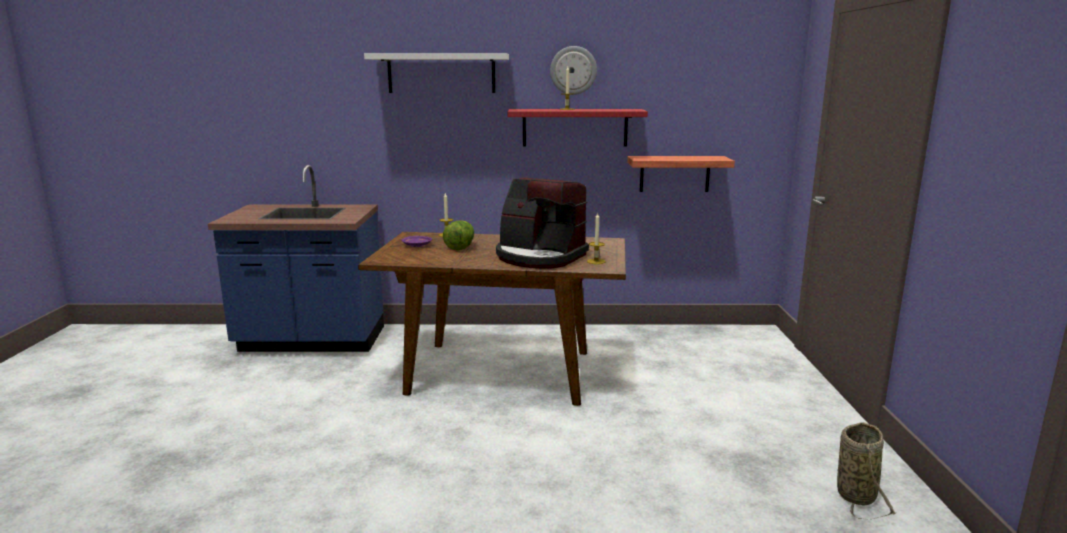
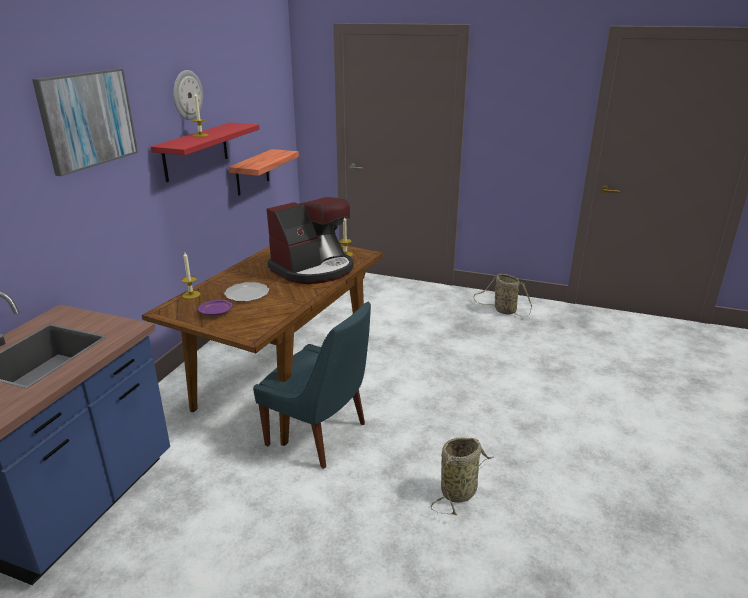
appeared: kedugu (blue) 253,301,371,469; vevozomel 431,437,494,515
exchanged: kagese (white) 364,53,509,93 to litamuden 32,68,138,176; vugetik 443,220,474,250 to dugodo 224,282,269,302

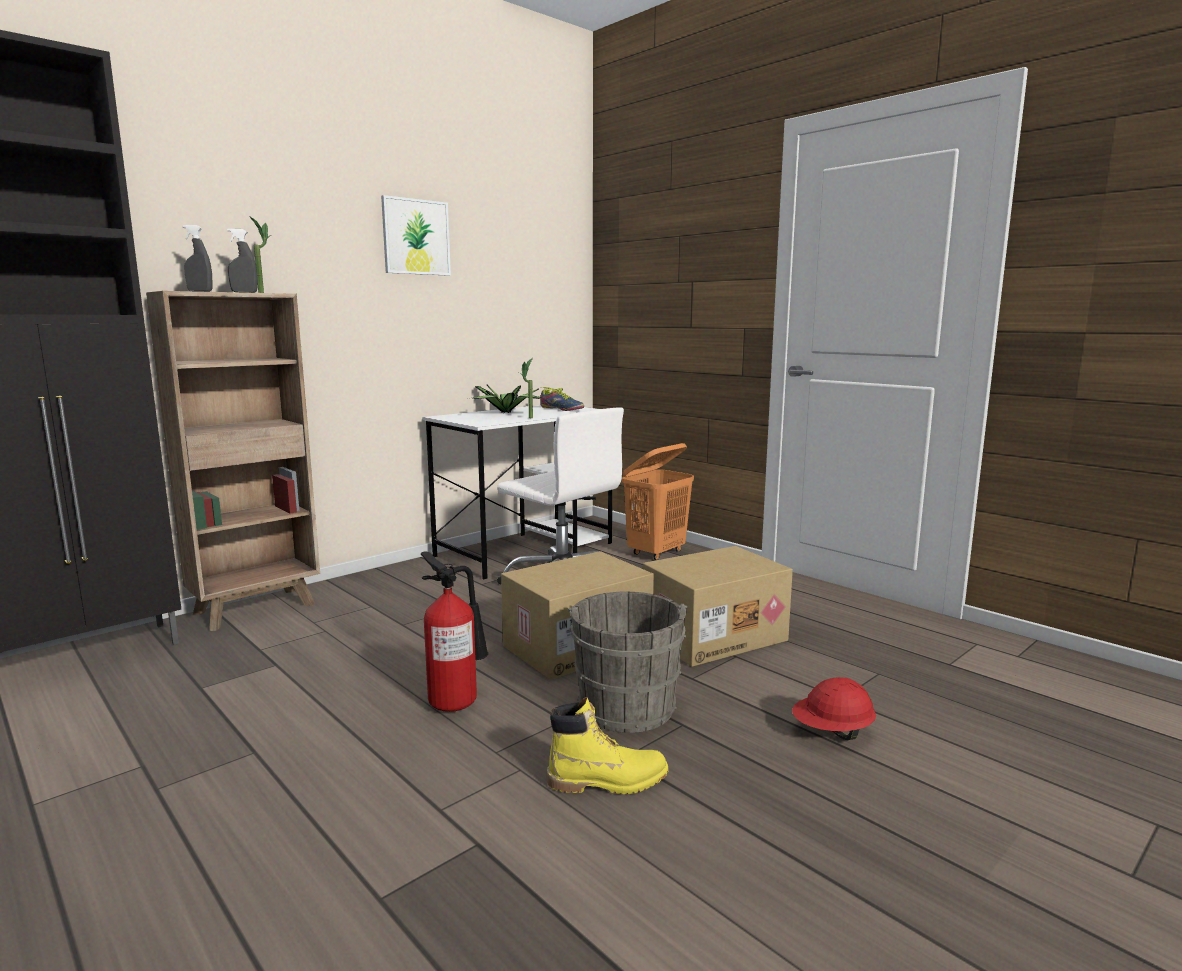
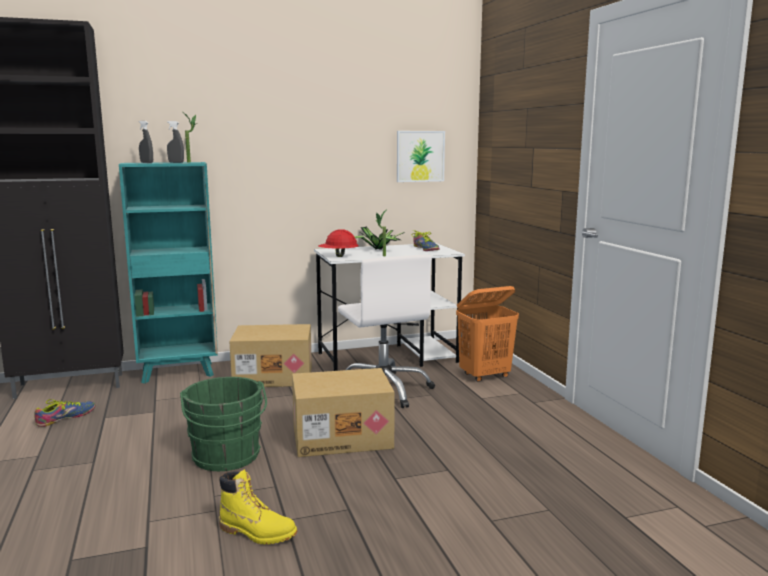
missing: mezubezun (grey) 568,592,687,733
appeared: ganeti 34,399,95,427
relocated: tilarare 643,546,793,667 to 229,324,312,387; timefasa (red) 792,677,876,740 to 318,229,359,257; litamuden 381,195,451,276 to 397,131,445,182
exchanged: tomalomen 421,552,488,712 to mezubezun (green) 180,377,267,471
colour: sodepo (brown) 146,291,320,631 to sodepo (turquoise) 119,162,218,384

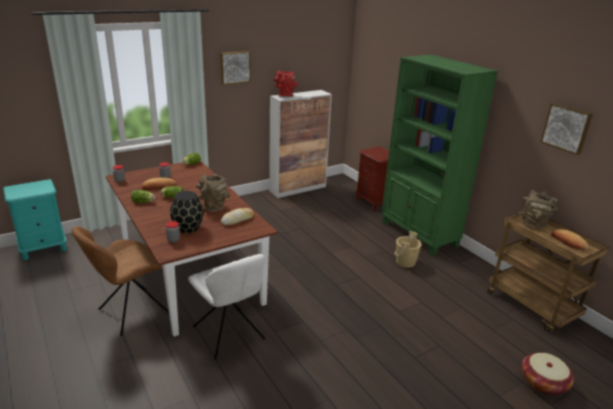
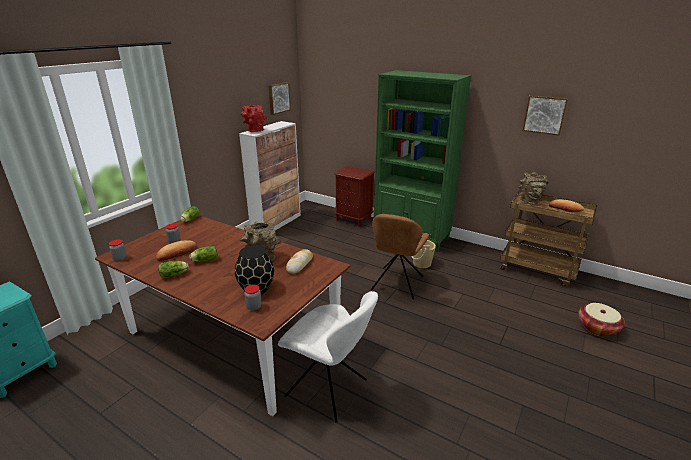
relocated: litamuden 220,51,251,85 to 268,82,291,115; kedugu (brown) 71,227,169,336 to 371,214,429,300

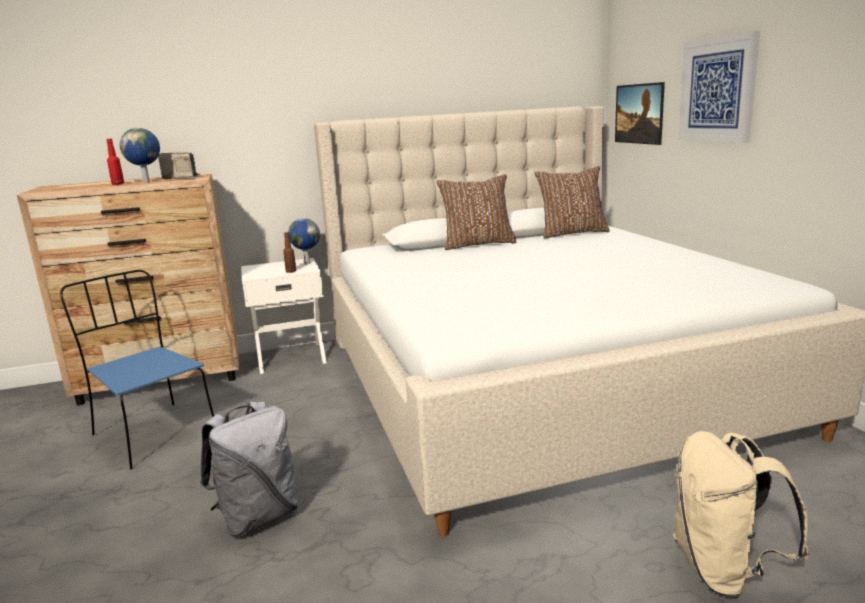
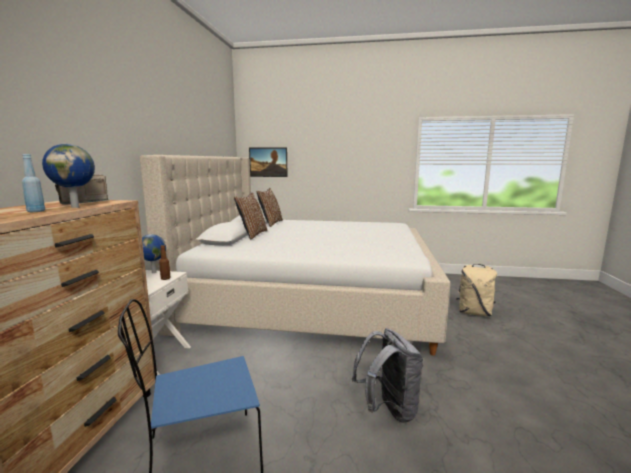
missing: litamuden 678,31,760,143
colour: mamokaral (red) 106,139,124,185 to mamokaral (blue) 22,154,45,212

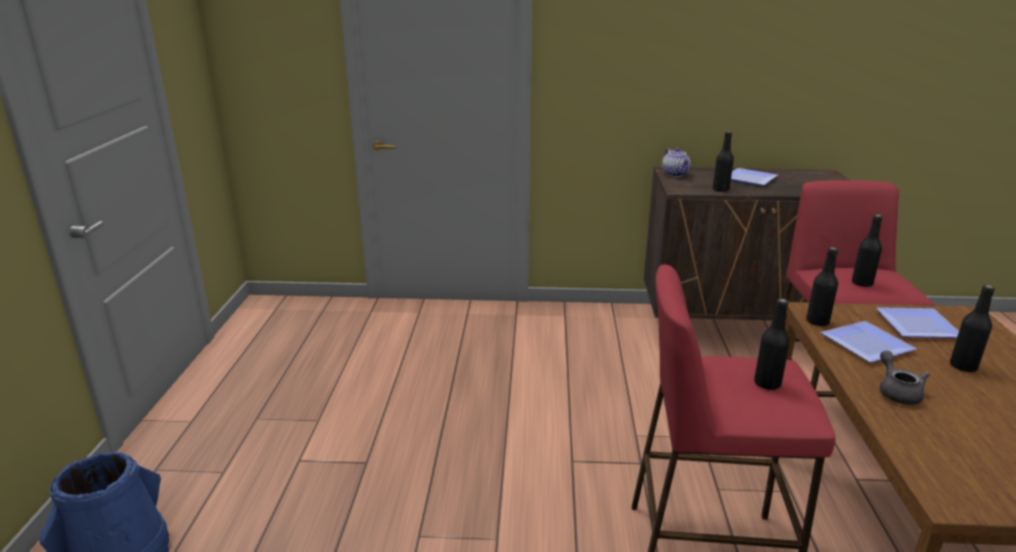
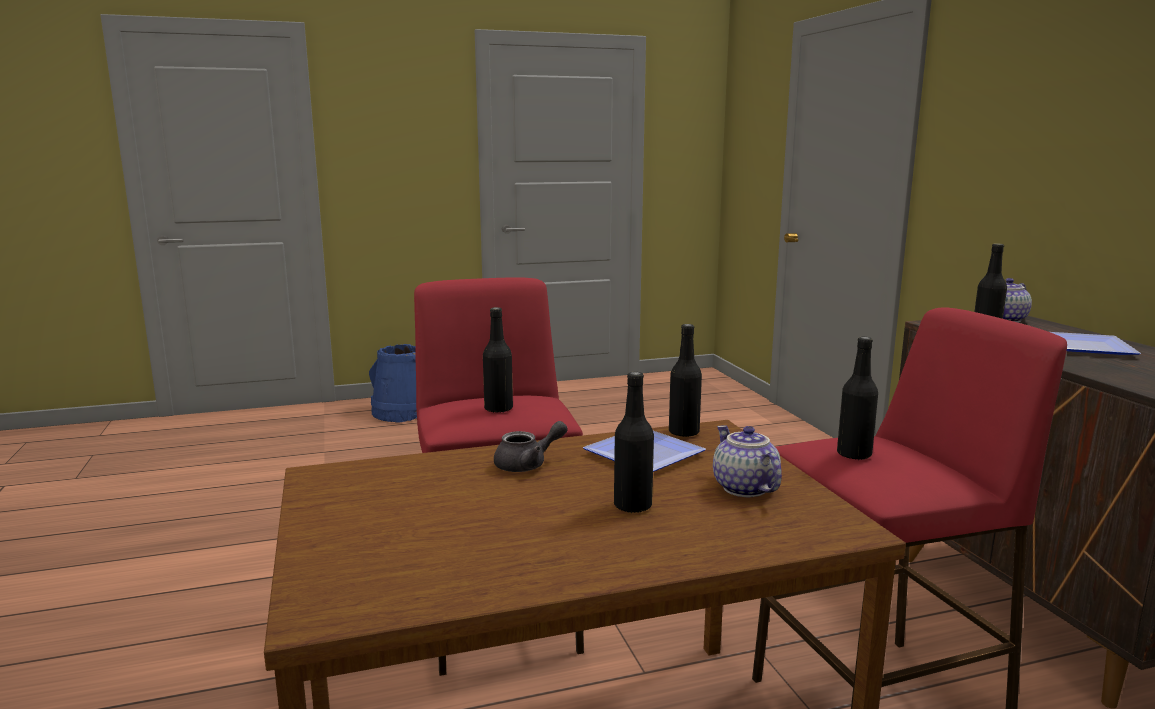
exchanged: dugodo 876,307,959,338 to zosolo 713,425,782,497

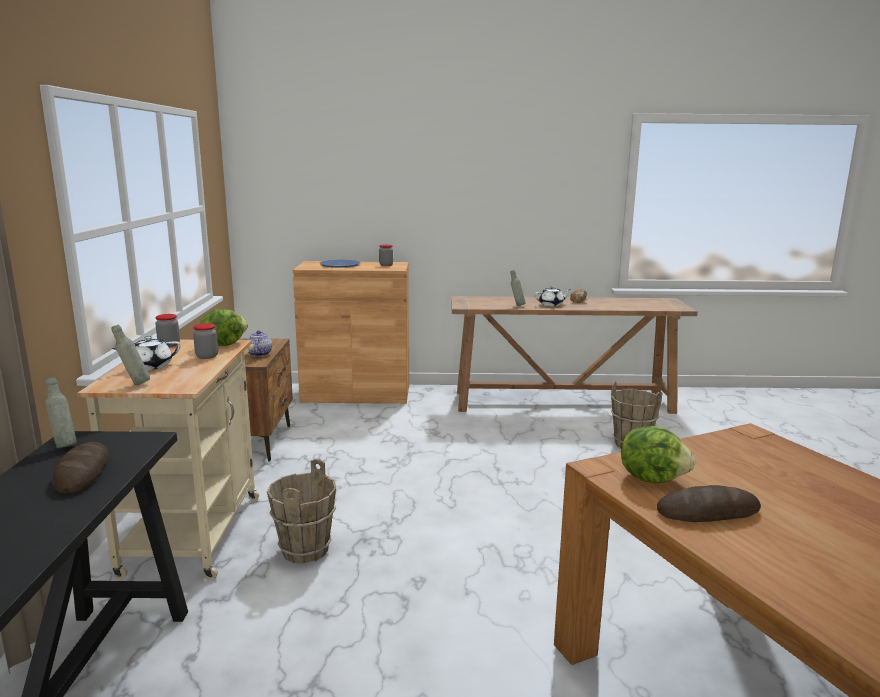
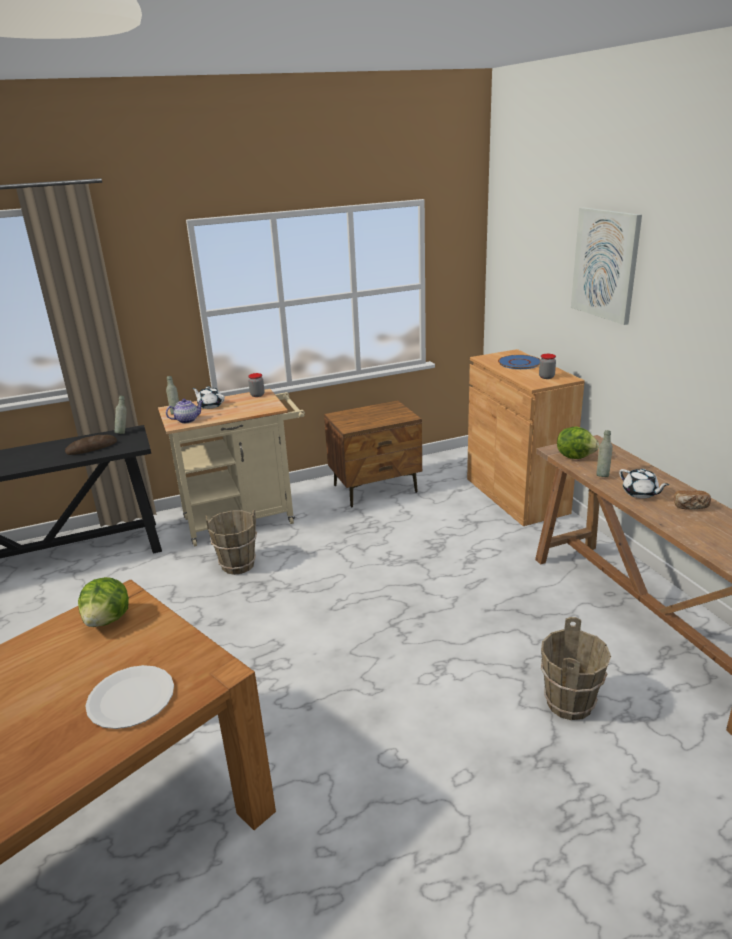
missing: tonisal 193,323,218,359; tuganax 657,485,761,522
appeared: dugodo (white) 86,665,174,729; litamuden 571,207,642,325
relocated: zosolo 247,330,272,357 to 166,399,203,424; vugetik 200,309,248,346 to 557,426,599,459

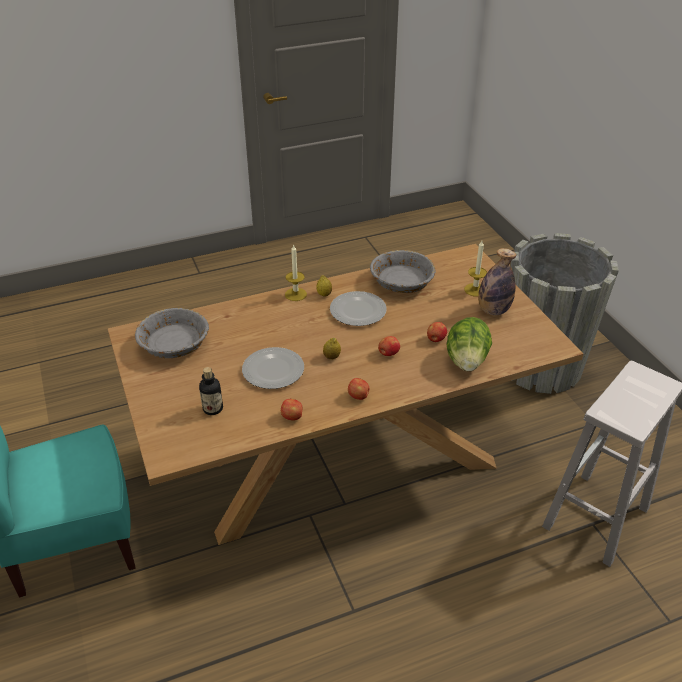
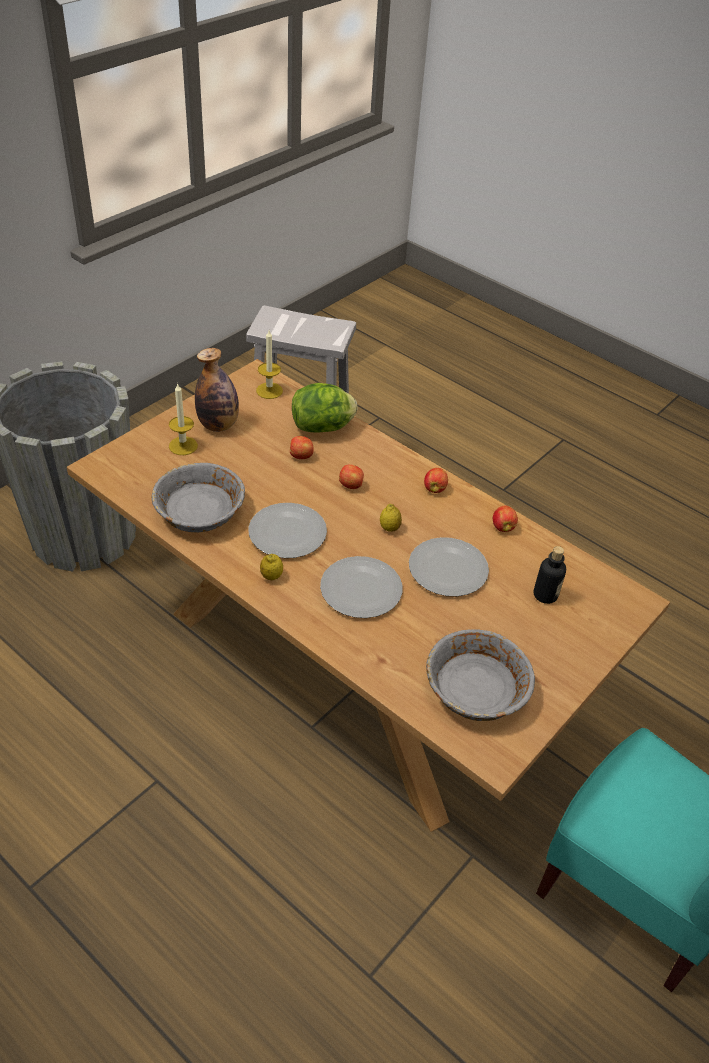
appeared: dugodo 320,556,403,618
relocated: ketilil 285,244,307,301 to 256,330,283,399

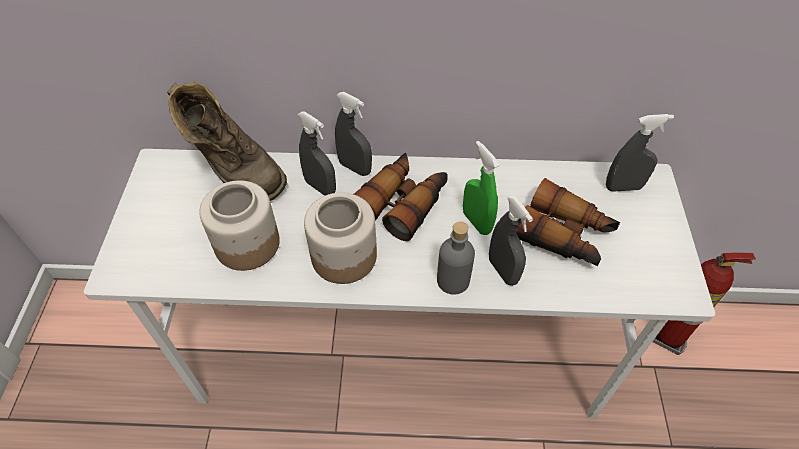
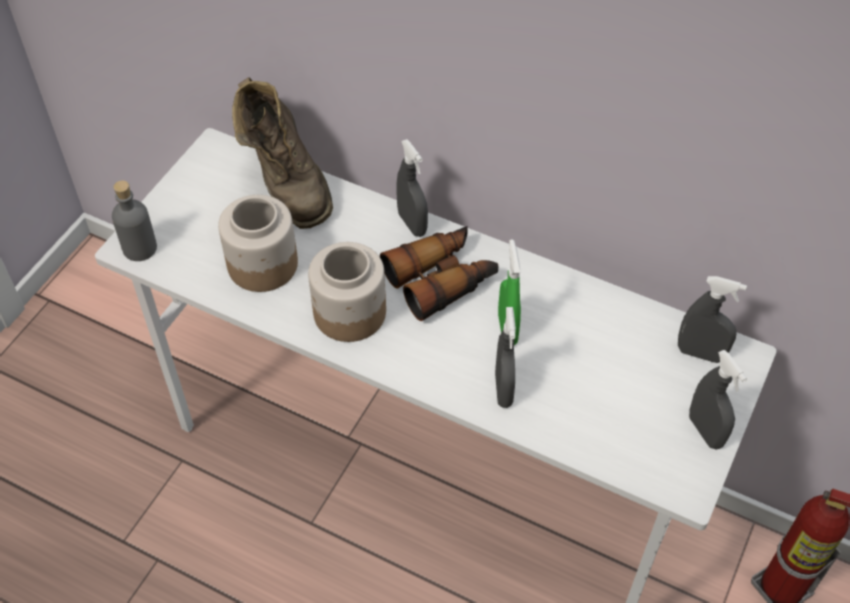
missing: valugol 516,178,620,266
relocated: mamokaral (grey) 437,221,475,295 to 112,181,157,261; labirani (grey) 298,112,336,196 to 689,350,747,449

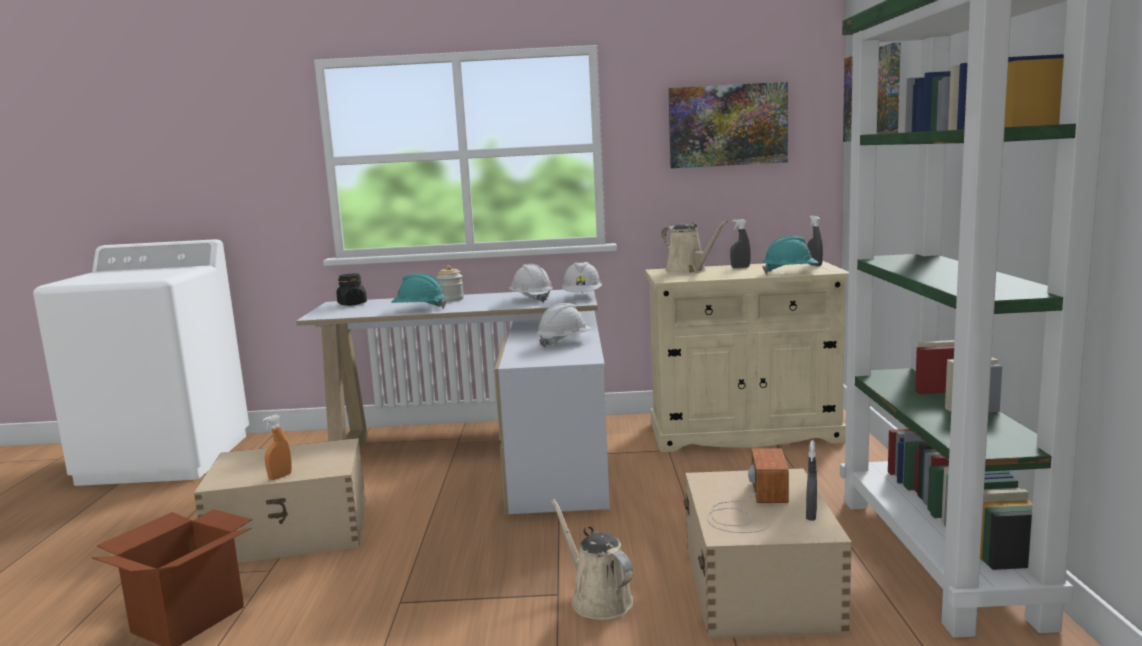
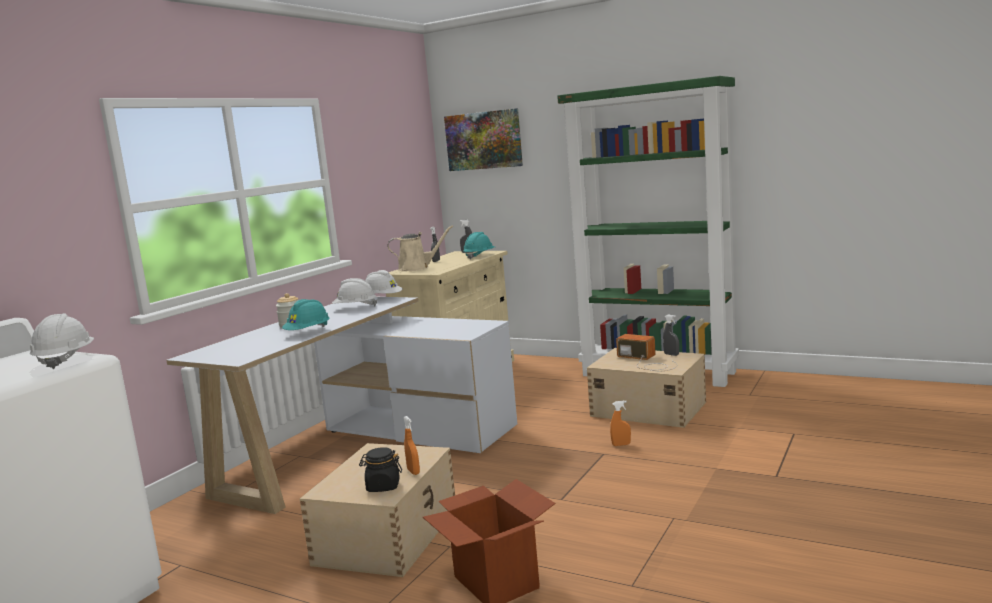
missing: litamuden 668,82,788,168
relocated: timefasa (white) 537,303,592,348 to 30,313,94,369; tonisal (black) 337,274,367,306 to 359,447,402,492
exchanged: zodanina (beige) 551,499,633,620 to labirani (orange) 610,400,631,446

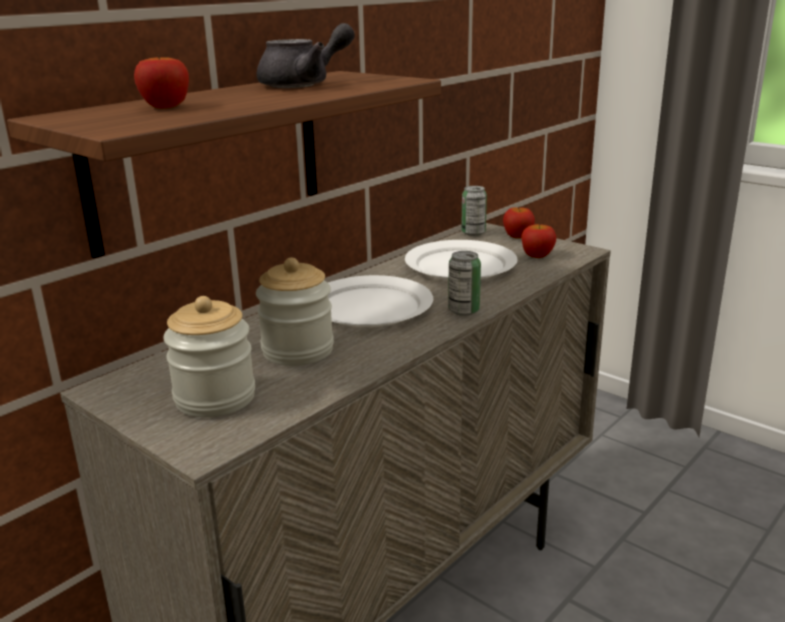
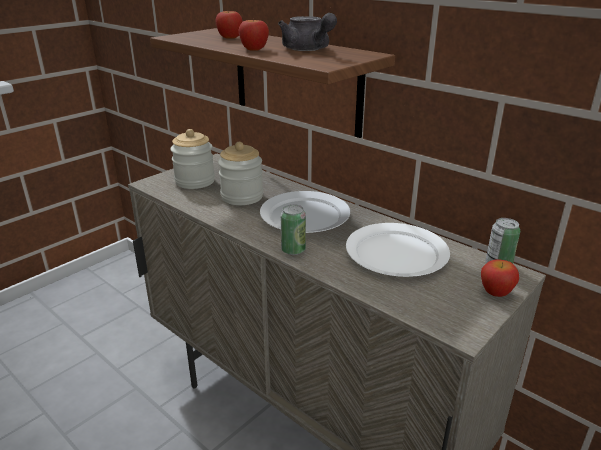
relocated: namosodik 521,224,556,258 to 238,19,269,51

